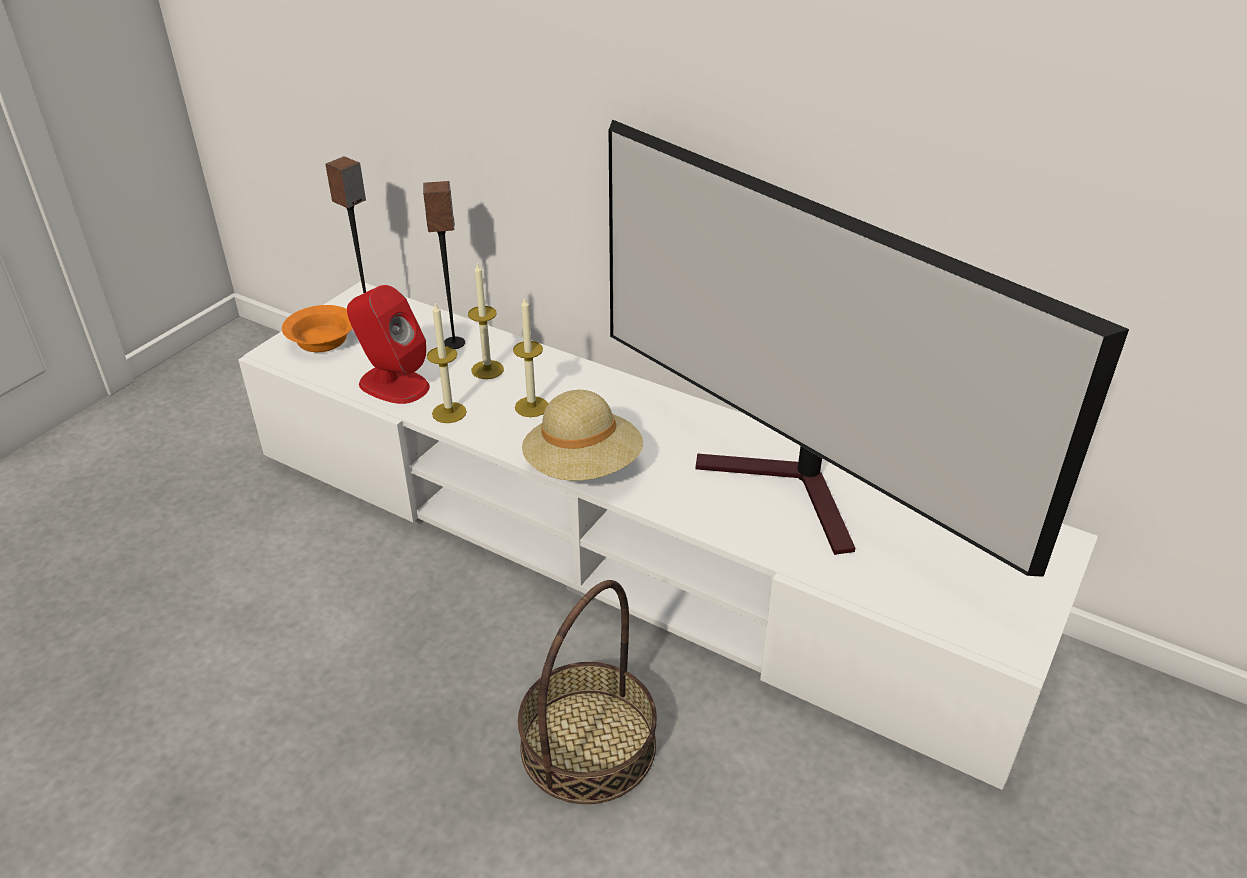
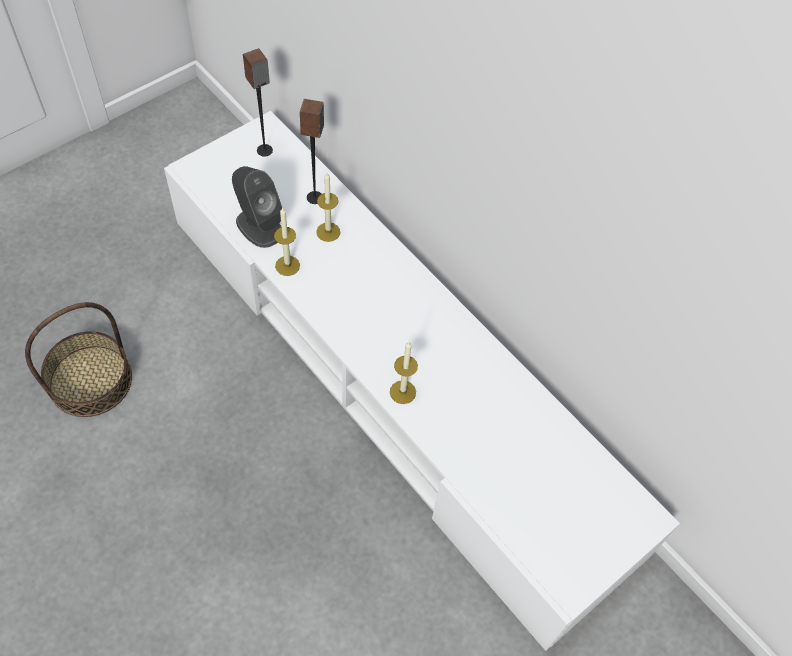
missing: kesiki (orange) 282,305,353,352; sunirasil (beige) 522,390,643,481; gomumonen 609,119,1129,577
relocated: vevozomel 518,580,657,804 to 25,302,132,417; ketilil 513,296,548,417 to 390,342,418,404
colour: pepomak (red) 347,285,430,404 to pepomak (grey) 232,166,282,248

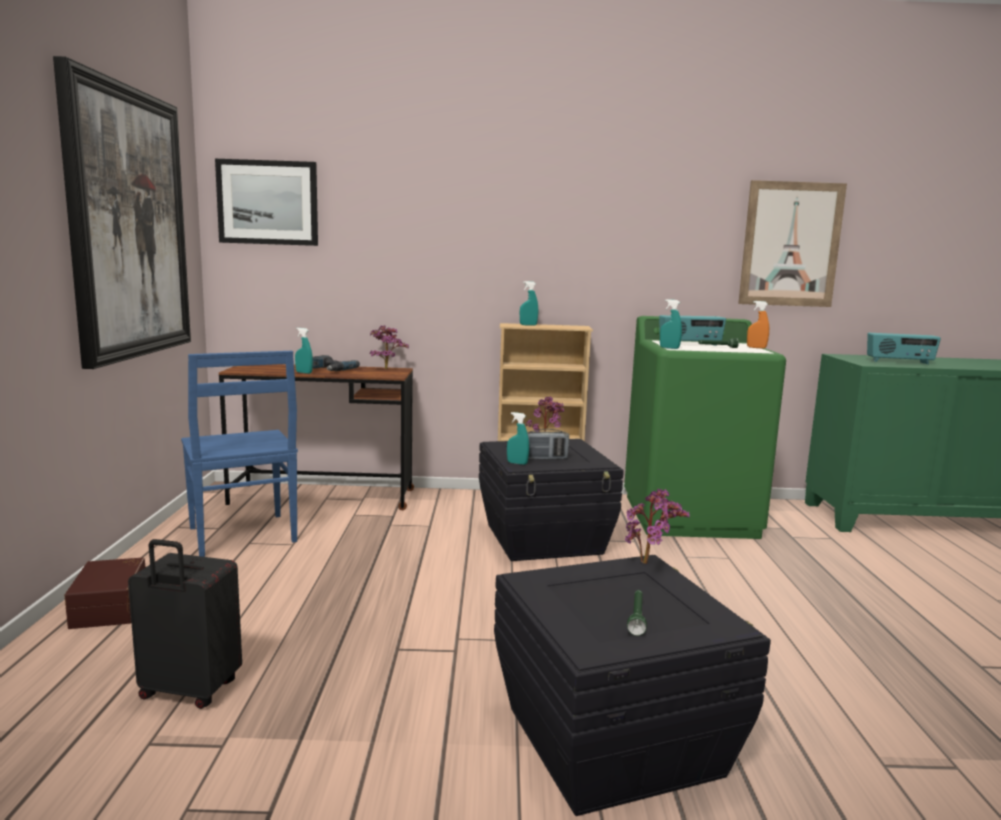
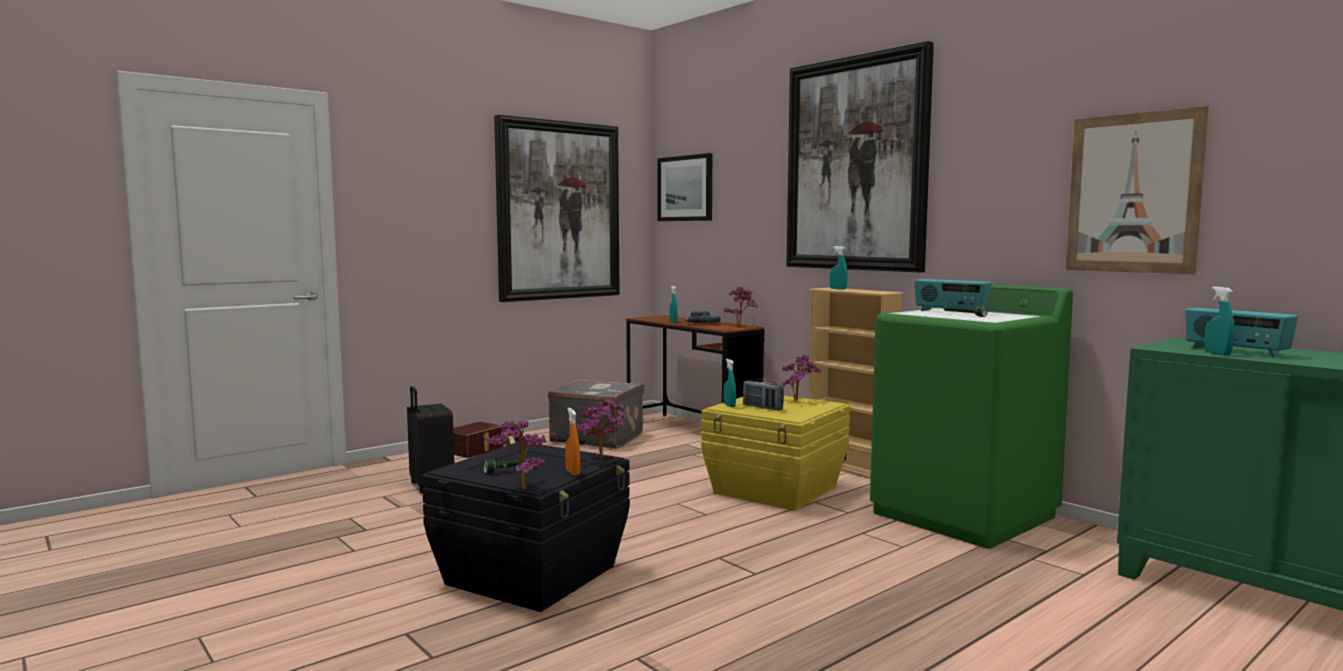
appeared: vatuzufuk 487,420,546,489; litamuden 786,41,934,272
relocated: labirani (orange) 747,301,769,349 to 565,408,580,476; labirani (turquoise) 660,299,682,349 to 1204,287,1235,356
exchanged: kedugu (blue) 181,351,298,557 to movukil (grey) 548,379,644,448
colour: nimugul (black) 479,439,624,561 to nimugul (yellow) 701,396,850,511

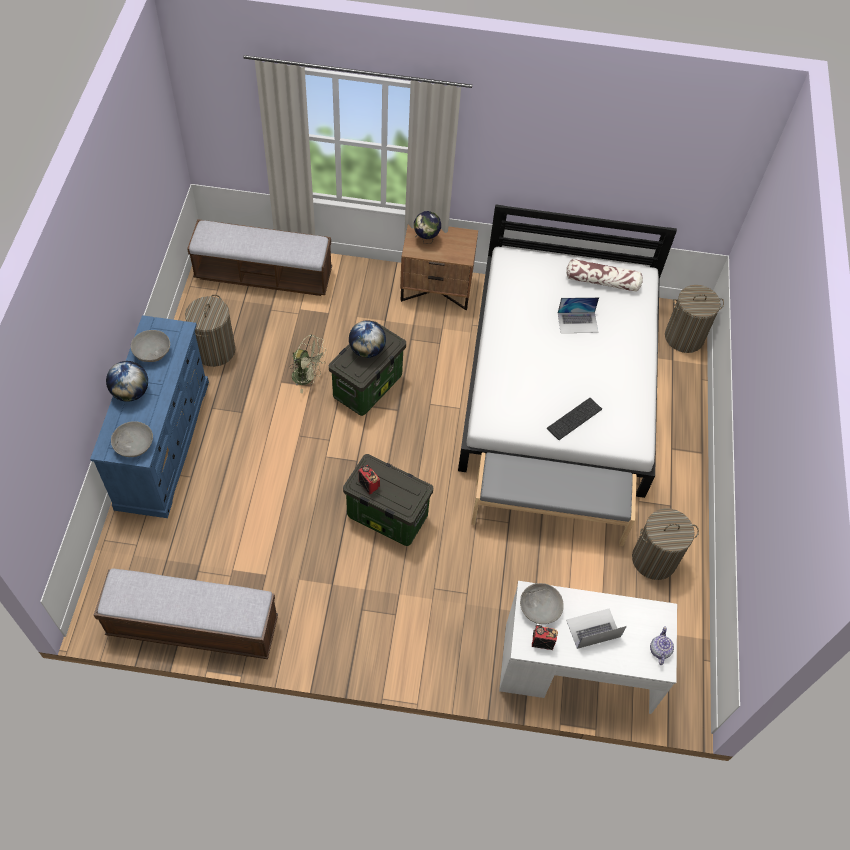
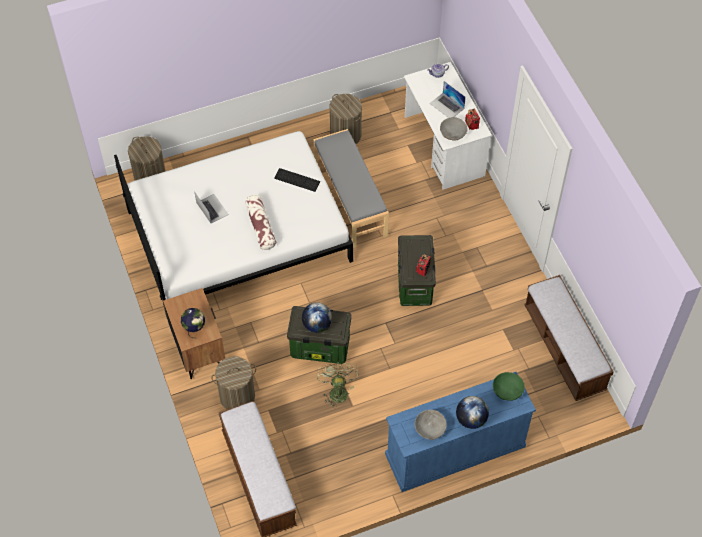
relocated: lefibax 185,294,236,367 to 211,356,256,410; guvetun 566,259,643,292 to 245,195,276,250
colour: kesiki (grey) 111,421,153,457 to kesiki (green) 493,372,525,401

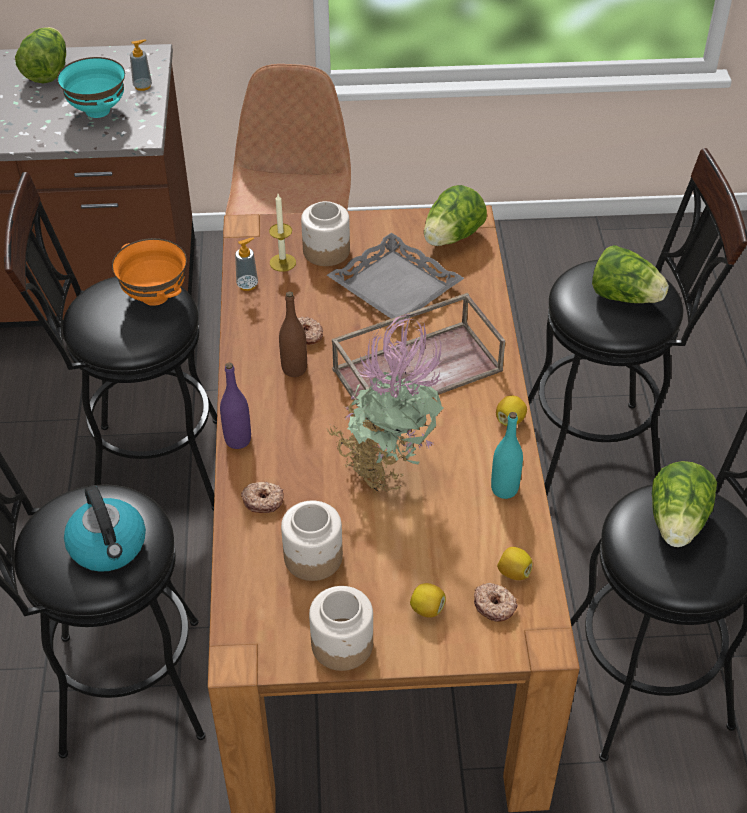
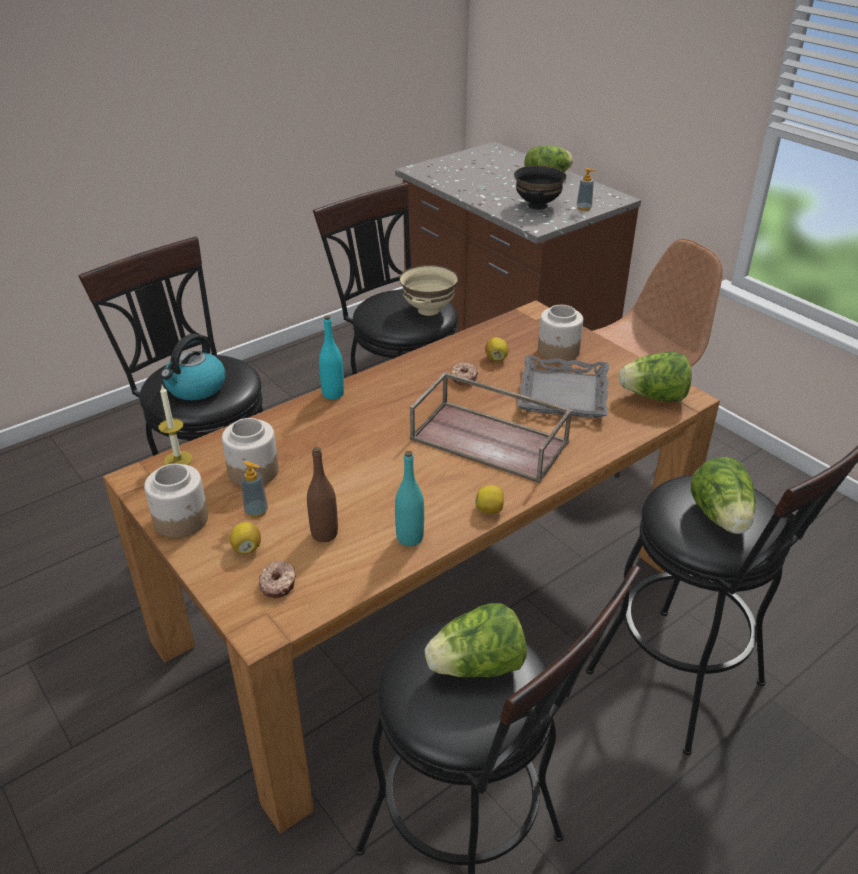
missing: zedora 241,482,284,513; vatuzufuk 326,313,443,492
relocated: ketilil 269,194,296,272 to 159,386,192,465; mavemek 235,238,258,291 to 241,461,268,518; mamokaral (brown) 279,292,307,377 to 307,447,338,542; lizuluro 497,547,533,580 to 485,337,509,361
colour: mamokaral (purple) 220,363,251,449 to mamokaral (turquoise) 319,315,344,400; kesiki (orange) 112,238,187,306 to kesiki (beige) 399,265,458,316; kesiki (turquoise) 57,57,125,118 to kesiki (black) 514,165,566,210

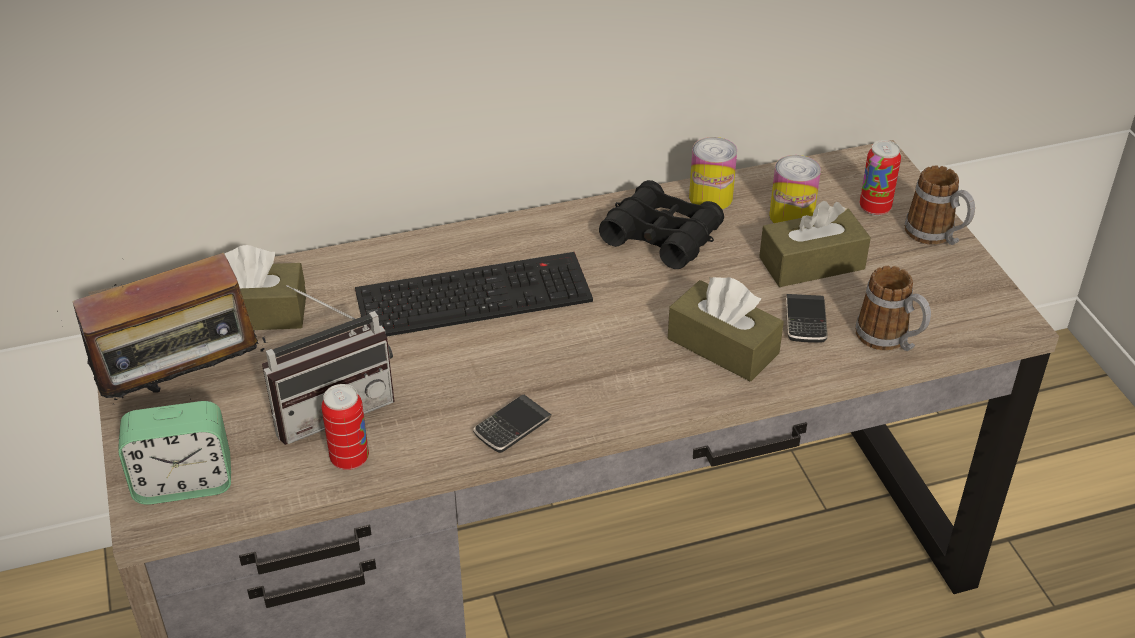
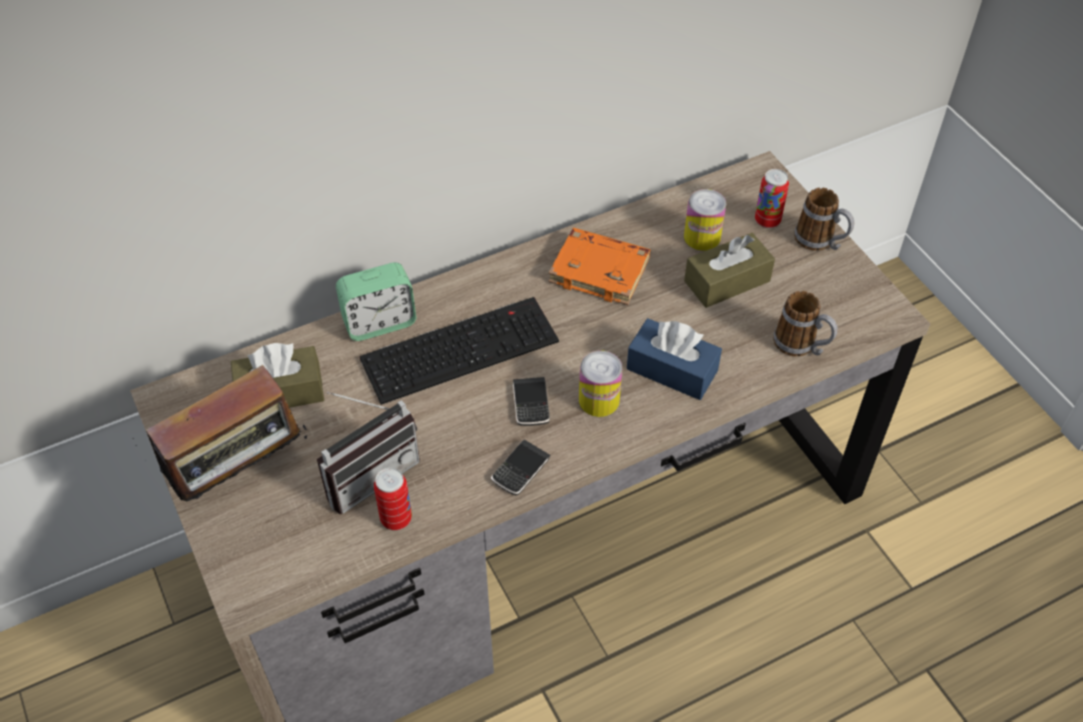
relocated: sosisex 118,401,231,505 to 336,262,416,341; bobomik 786,294,828,343 to 513,377,550,426; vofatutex 689,137,737,209 to 579,350,622,417
exchanged: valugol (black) 599,180,724,269 to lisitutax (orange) 548,228,650,305
colour: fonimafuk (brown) 668,277,784,381 to fonimafuk (blue) 627,318,722,400

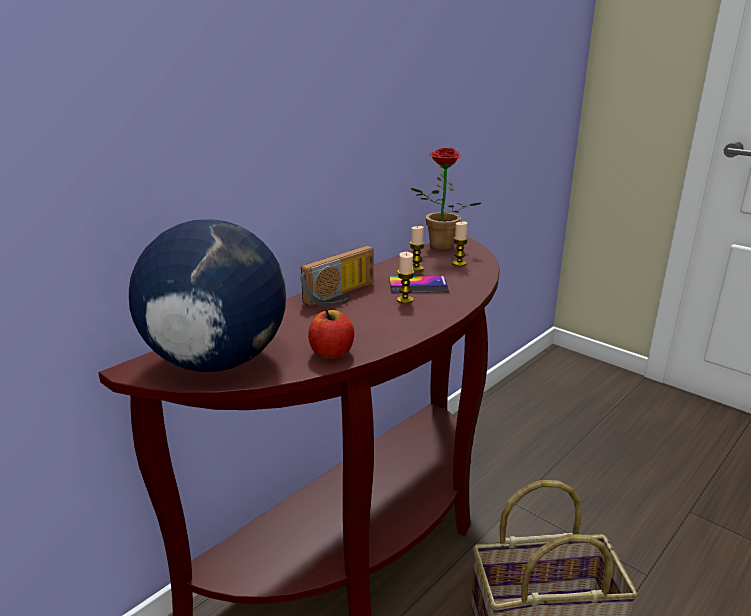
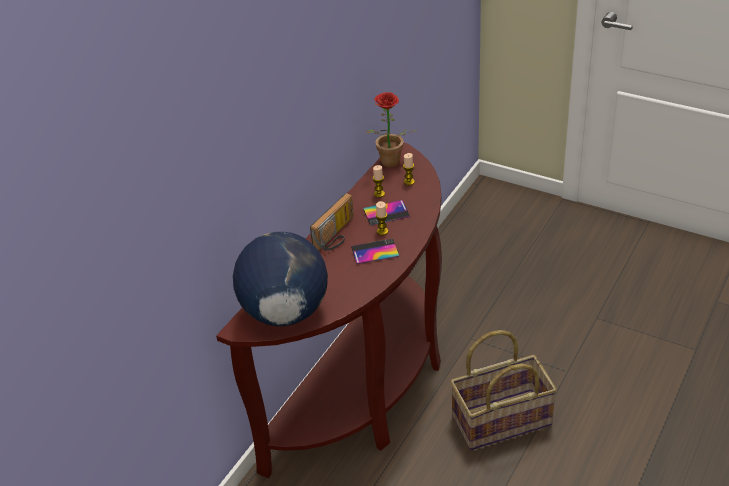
missing: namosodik 308,309,354,359
appeared: bobomik 351,239,399,264

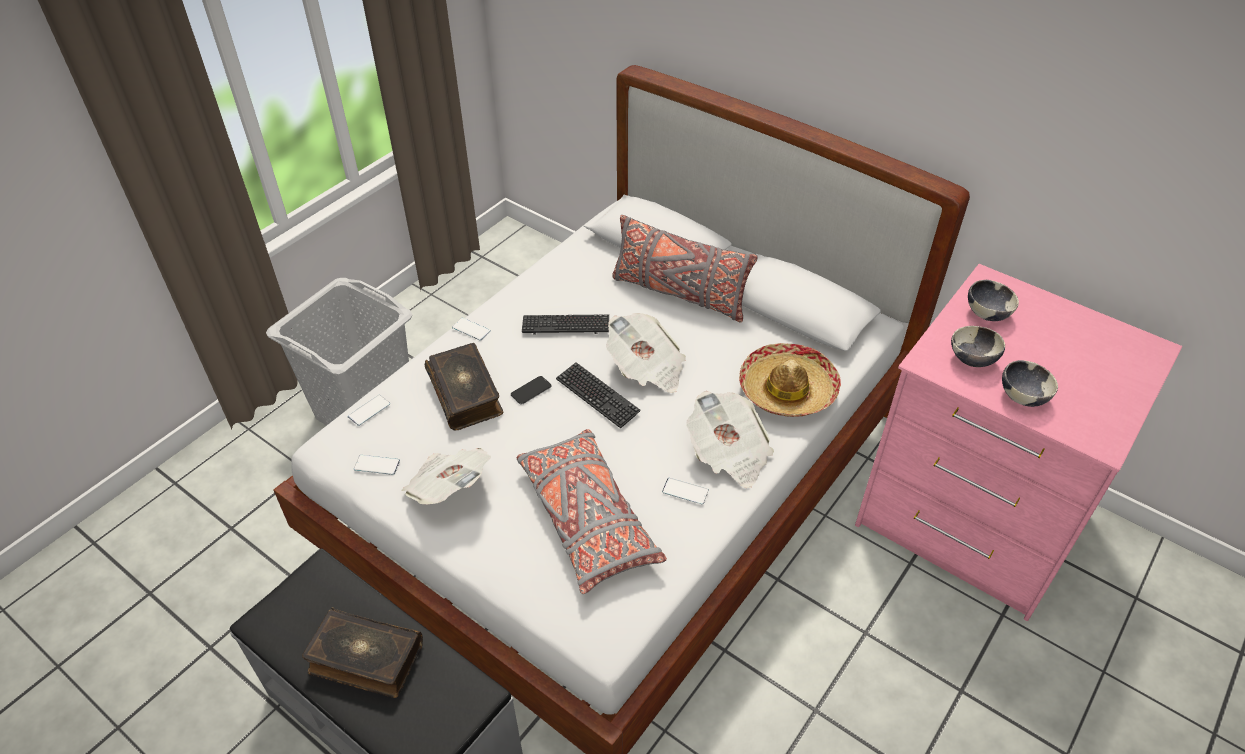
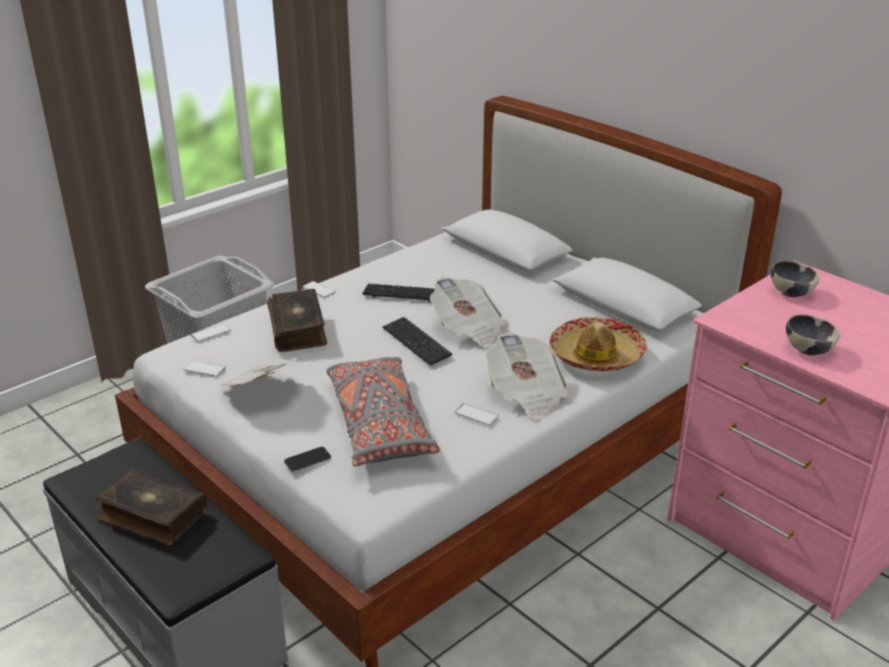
missing: guvetun (grey) 612,215,758,322; kesiki 951,326,1005,367
relocated: bobomik 511,376,551,405 to 284,447,331,472

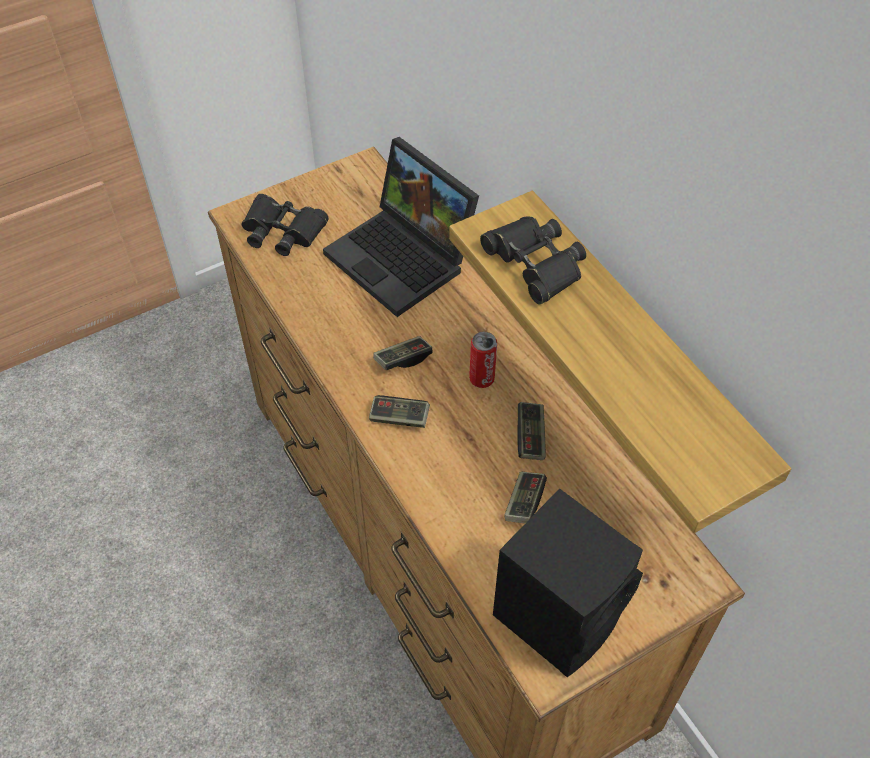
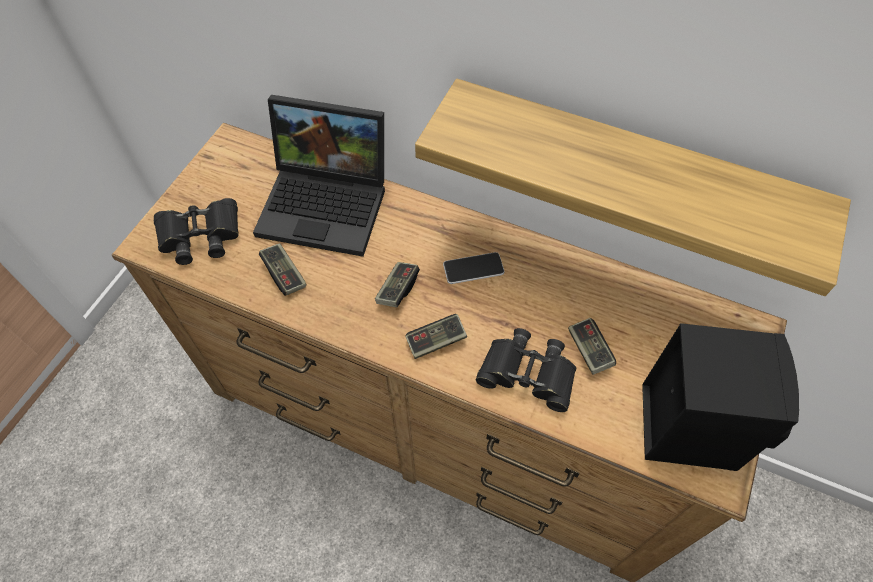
relocated: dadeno 517,402,546,460 to 259,243,306,296; valugol (black) 480,217,586,304 to 476,328,576,412
exchanged: vofatutex 469,332,497,388 to bobomik 443,252,504,284

